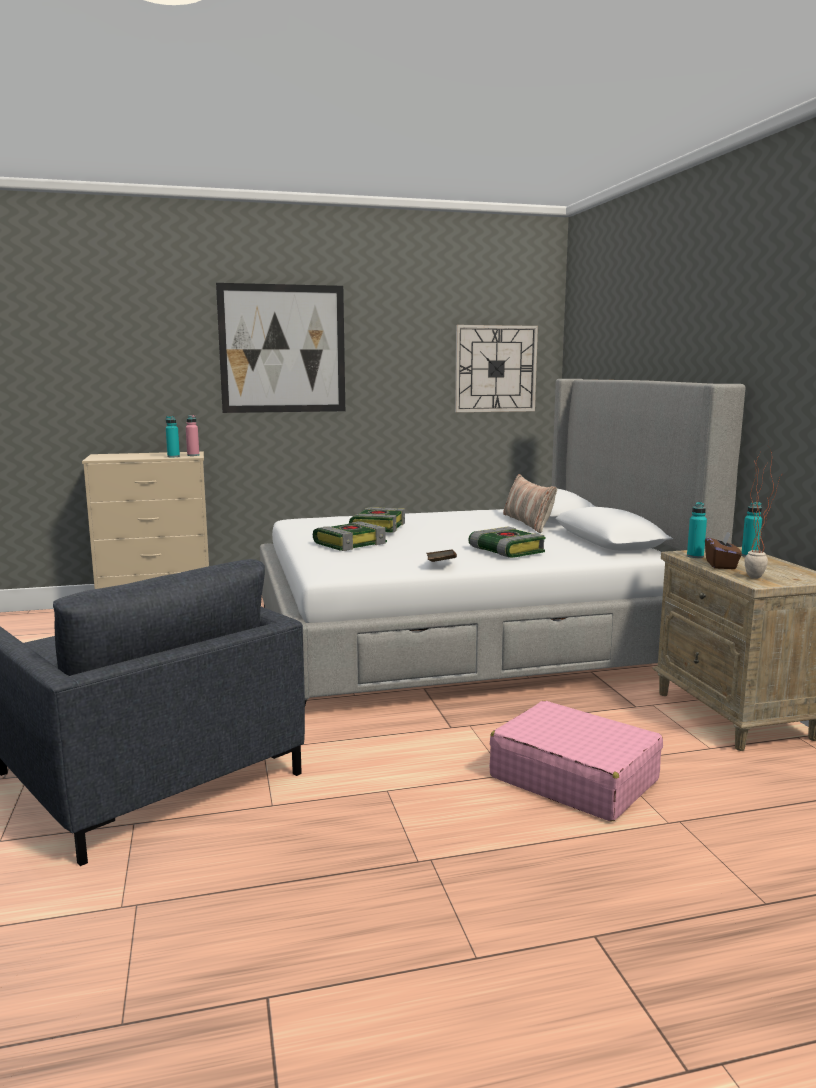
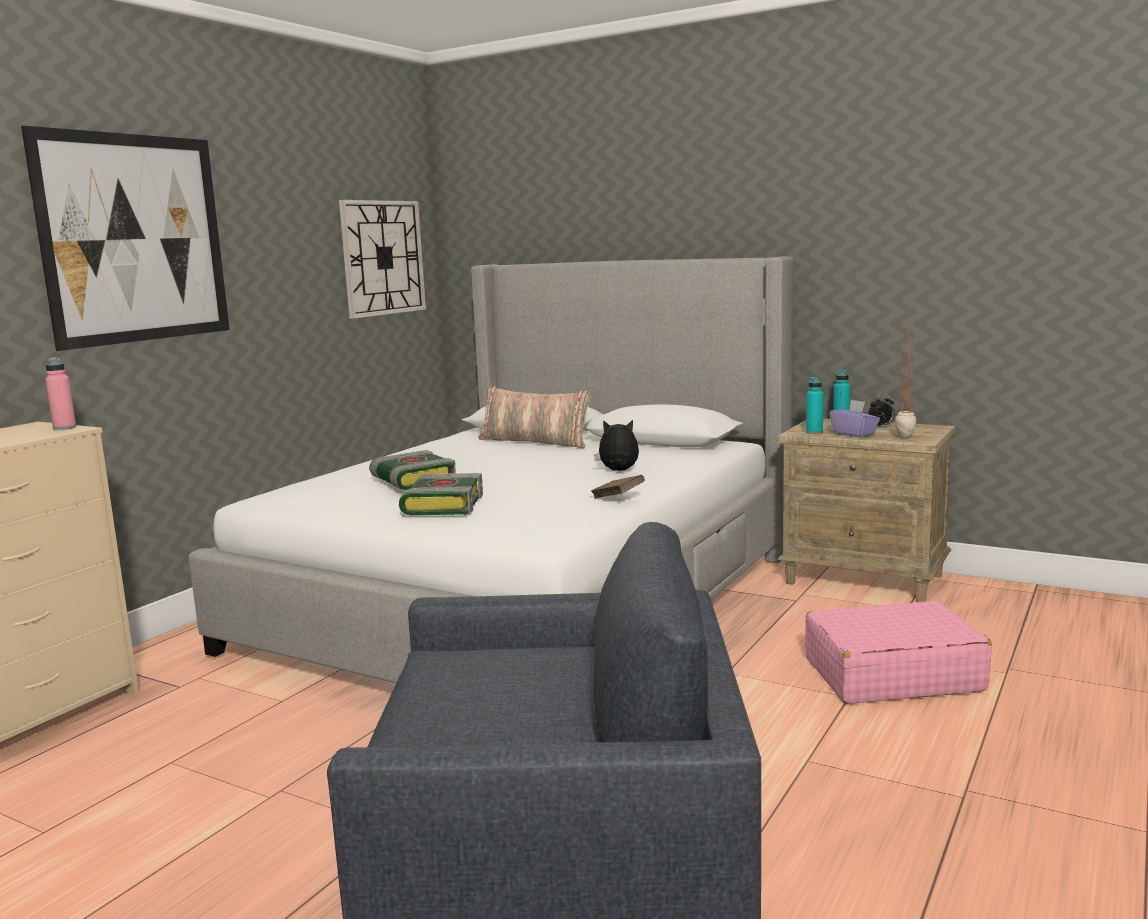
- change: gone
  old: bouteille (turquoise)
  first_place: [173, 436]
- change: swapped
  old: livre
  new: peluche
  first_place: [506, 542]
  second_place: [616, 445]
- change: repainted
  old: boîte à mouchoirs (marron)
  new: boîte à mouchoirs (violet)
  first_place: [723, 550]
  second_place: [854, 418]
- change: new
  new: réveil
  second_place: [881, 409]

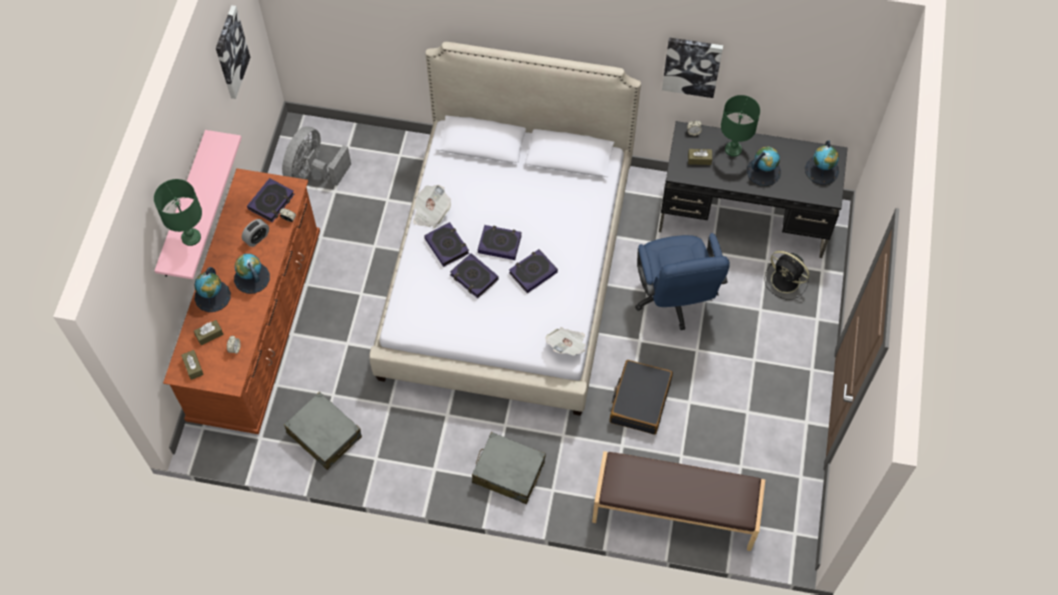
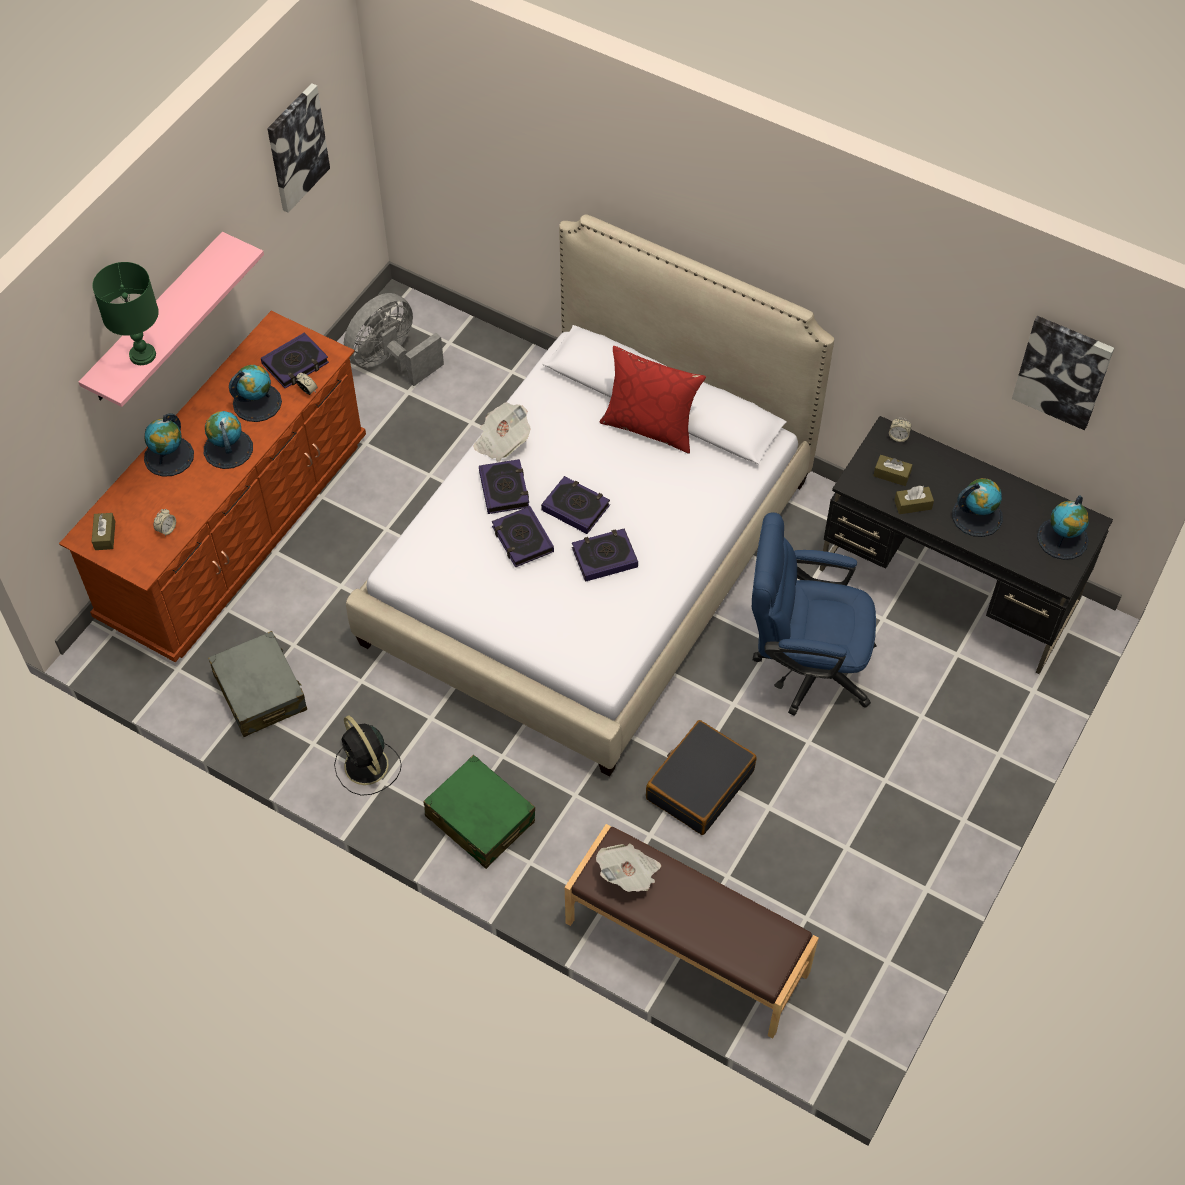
- change: shifted
  old: boîte à mouchoirs (marron)
  first_place: [208, 332]
  second_place: [914, 500]
- change: swapped
  old: réveil
  new: globe
  first_place: [255, 233]
  second_place: [255, 393]
- change: repainted
  old: valise (gris)
  new: valise (vert)
  first_place: [509, 468]
  second_place: [479, 812]
- change: shifted
  old: journal
  first_place: [566, 341]
  second_place: [628, 868]
- change: rotated
  old: chaise de bureau (bleu)
  first_place: [682, 281]
  second_place: [814, 614]
  degrees: 90
- change: shifted
  old: tableau
  first_place: [692, 67]
  second_place: [1063, 373]
- change: gone
  old: lampe de table (vert)
  first_place: [740, 126]
- change: shifted
  old: ventilateur (noir)
  first_place: [787, 275]
  second_place: [368, 756]
- change: new
  new: coussin (rouge)
  second_place: [653, 400]

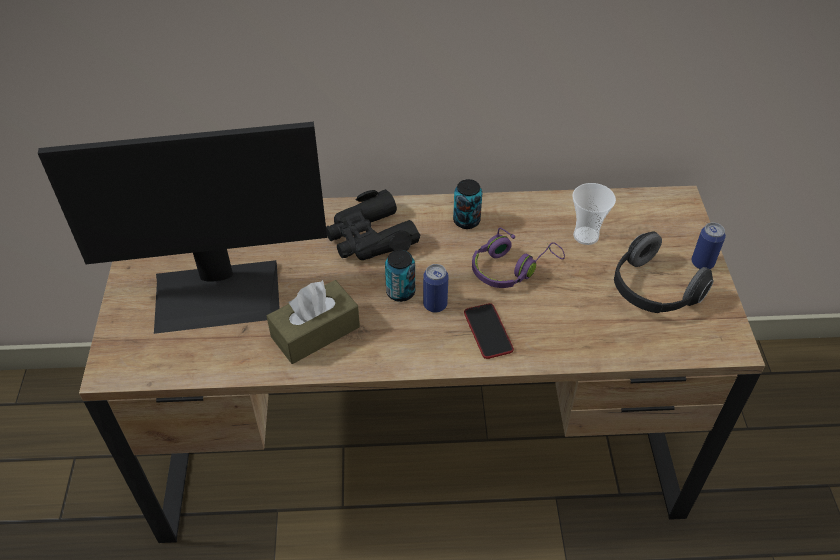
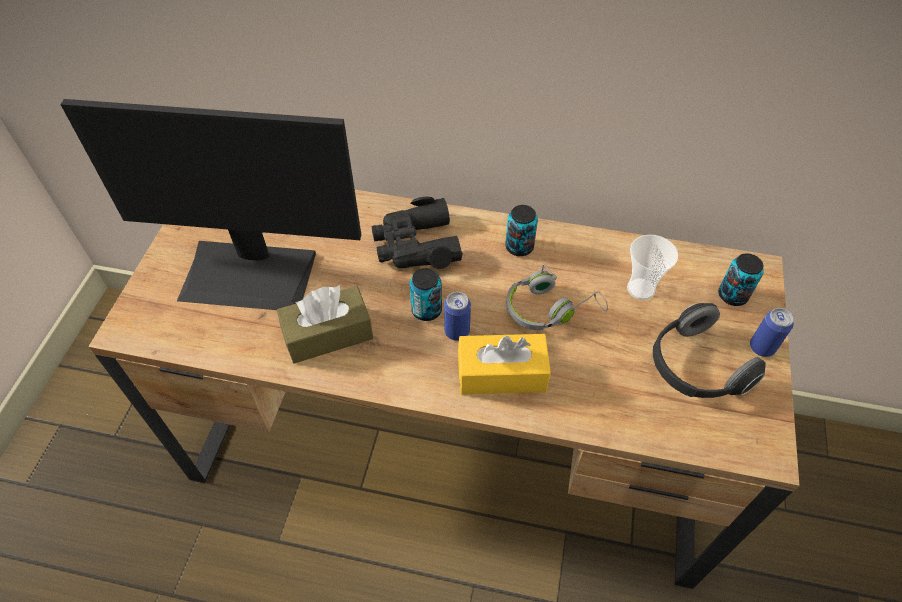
- change: swapped
  old: téléphone
  new: boîte à mouchoirs (jaune)
  first_place: [489, 331]
  second_place: [504, 364]
- change: repainted
  old: casque audio (violet)
  new: casque audio (gris)
  first_place: [518, 258]
  second_place: [557, 297]
- change: new
  new: boîte métallique
  second_place: [741, 279]

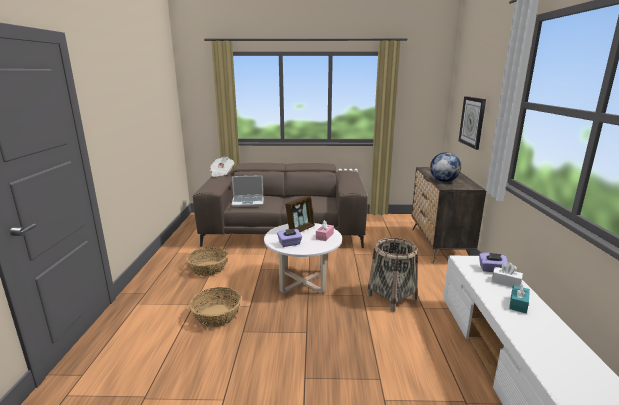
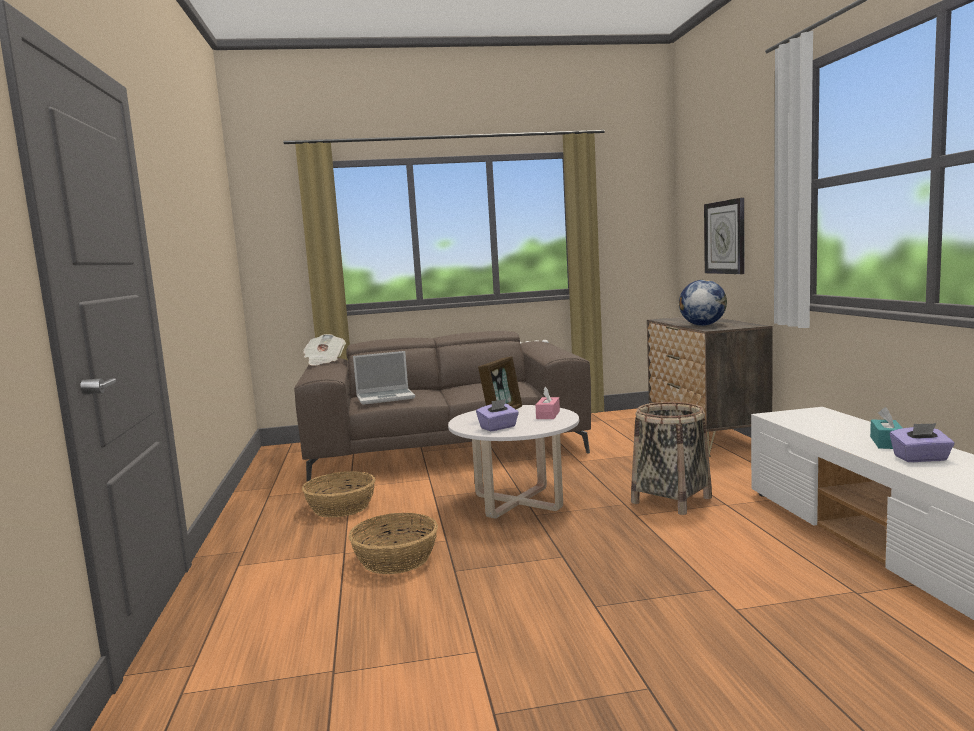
- change: shifted
  old: boîte à mouchoirs (violet)
  first_place: [493, 262]
  second_place: [922, 442]
- change: gone
  old: boîte à mouchoirs (blanc)
  first_place: [507, 274]

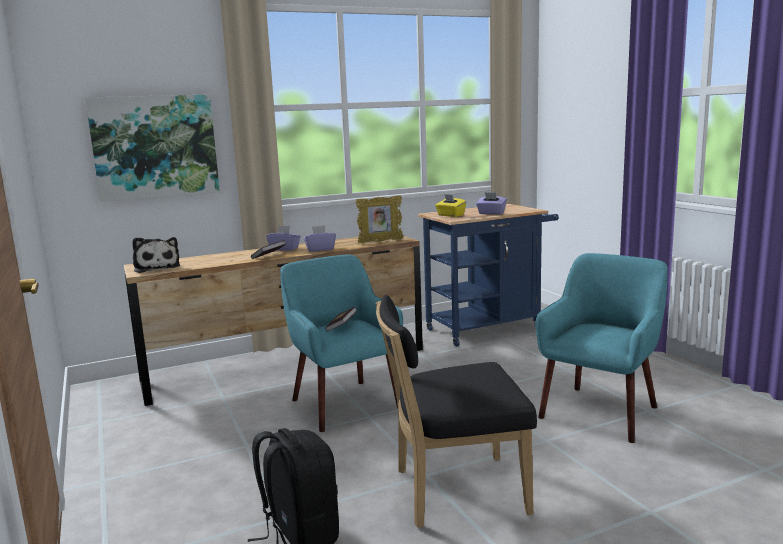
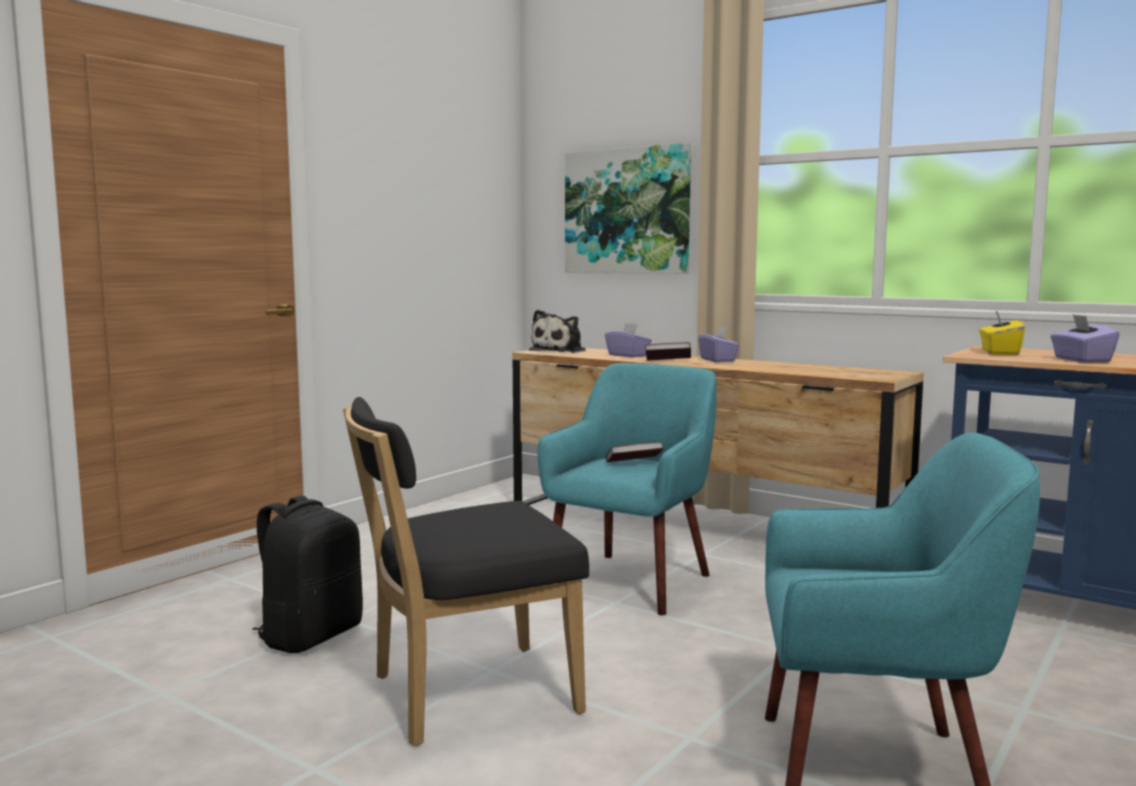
- change: shifted
  old: boîte à mouchoirs (violet)
  first_place: [319, 238]
  second_place: [628, 340]
- change: gone
  old: cadre photo
  first_place: [379, 219]
- change: rotated
  old: chaise (noir)
  first_place: [456, 411]
  second_place: [466, 572]
  degrees: -75

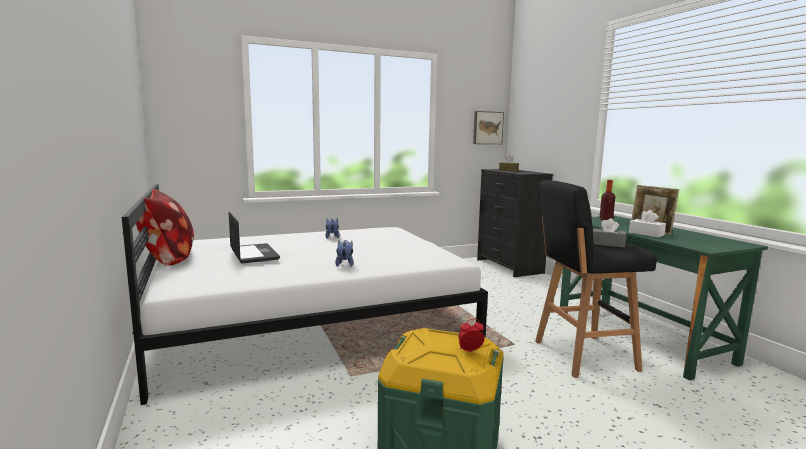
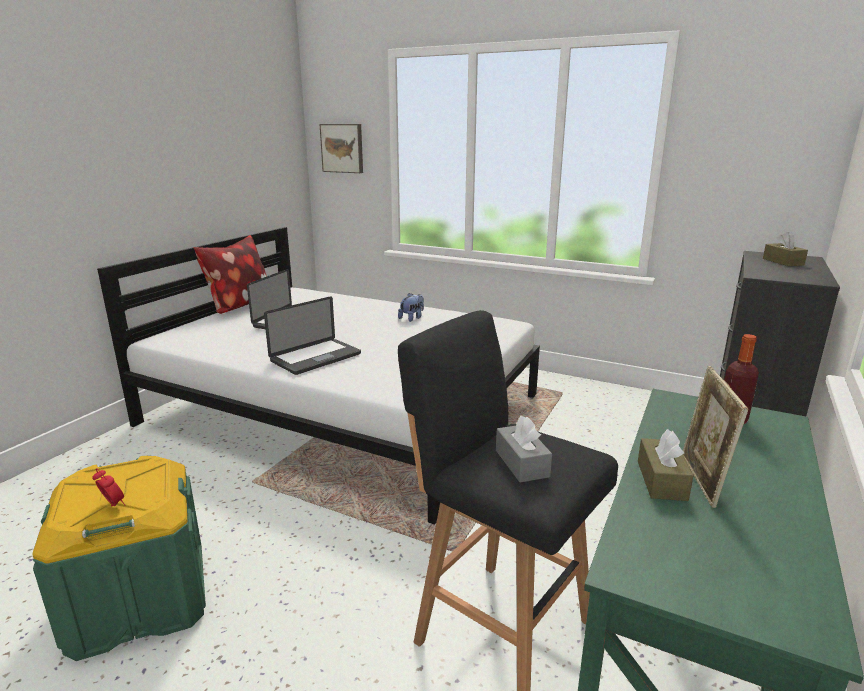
- change: swapped
  old: peluche
  new: ordinateur portable
  first_place: [344, 253]
  second_place: [312, 335]
- change: shifted
  old: tableau
  first_place: [488, 127]
  second_place: [341, 148]
- change: repainted
  old: boîte à mouchoirs (blanc)
  new: boîte à mouchoirs (marron)
  first_place: [647, 224]
  second_place: [665, 465]

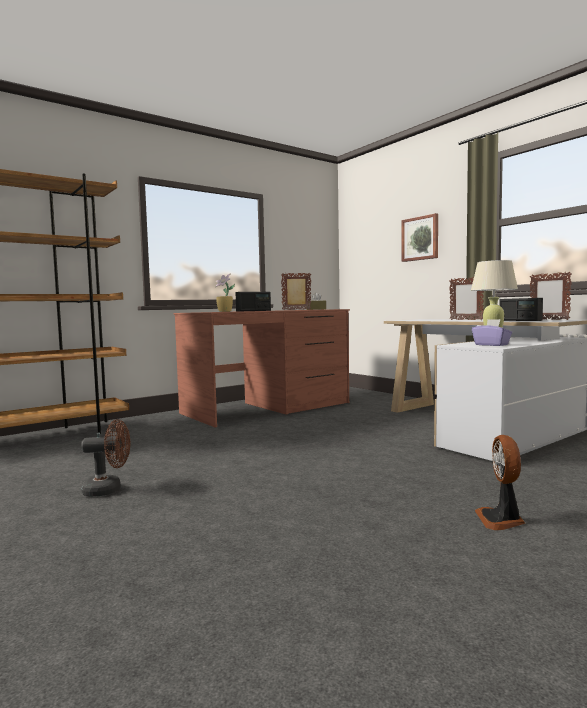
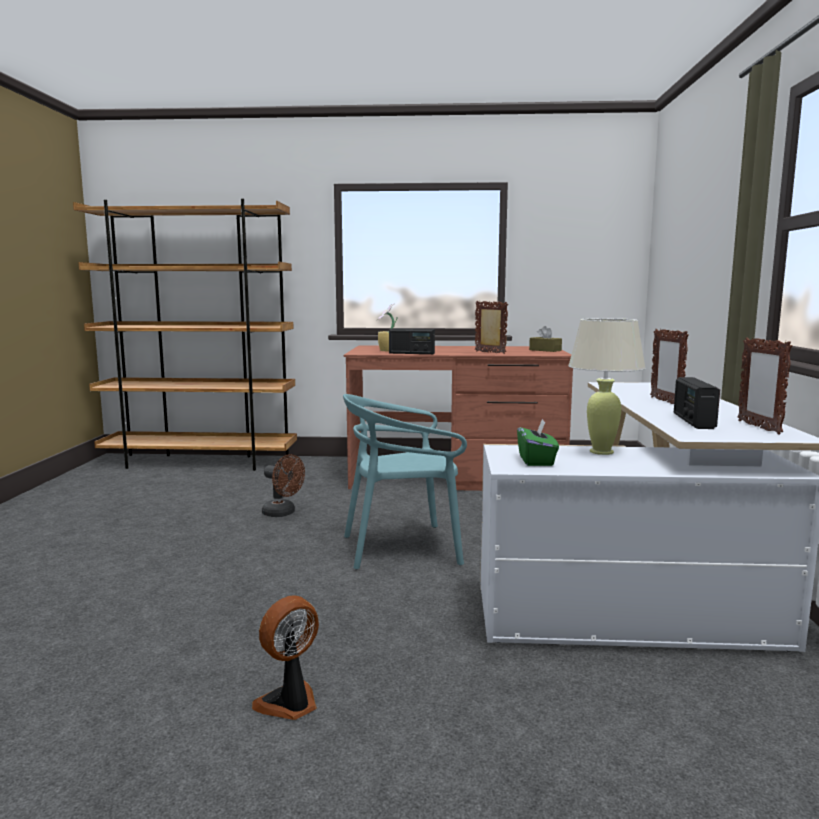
- change: shifted
  old: ventilateur (marron)
  first_place: [105, 458]
  second_place: [283, 485]
- change: gone
  old: tableau
  first_place: [419, 237]
- change: repainted
  old: boîte à mouchoirs (violet)
  new: boîte à mouchoirs (vert)
  first_place: [492, 332]
  second_place: [538, 442]
- change: new
  new: chaise (turquoise)
  second_place: [405, 481]

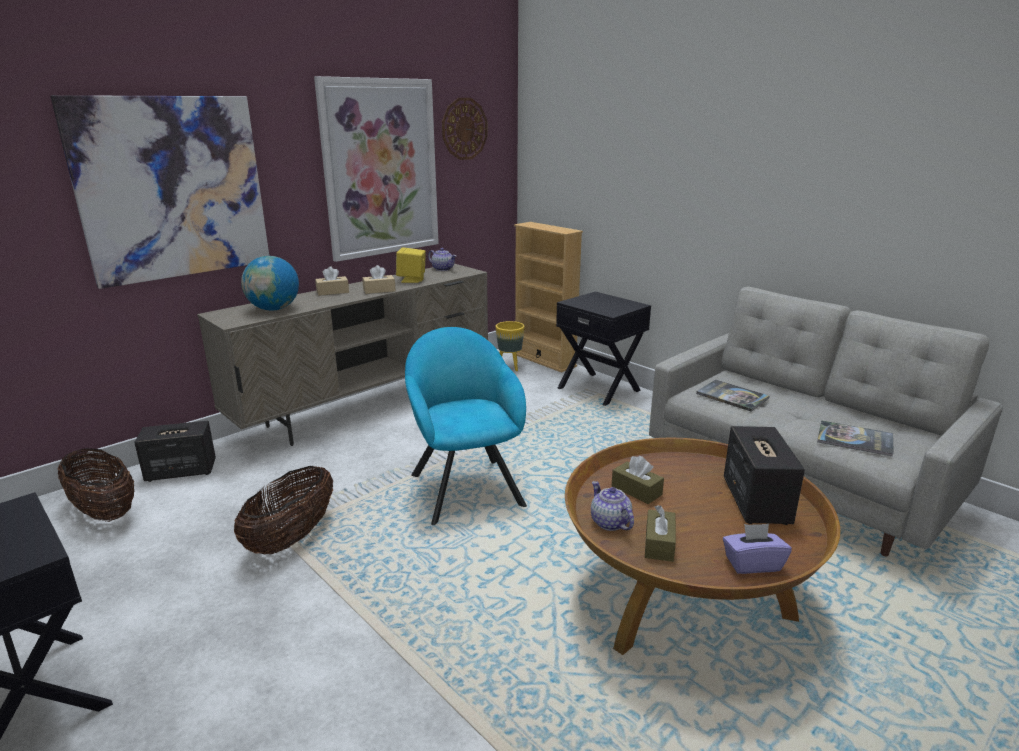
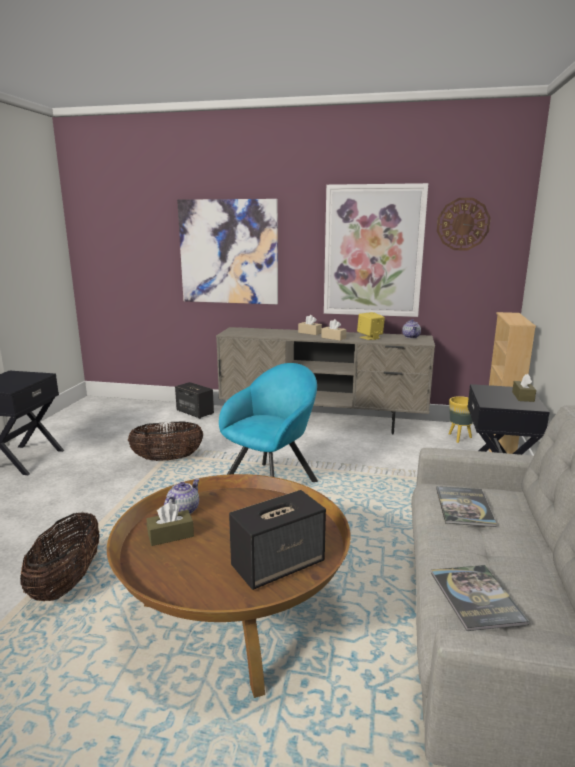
- change: shifted
  old: panier
  first_place: [96, 485]
  second_place: [60, 556]
- change: gone
  old: globe
  first_place: [270, 283]
- change: shifted
  old: boîte à mouchoirs (marron)
  first_place: [638, 480]
  second_place: [524, 388]
- change: gone
  old: boîte à mouchoirs (violet)
  first_place: [757, 549]

